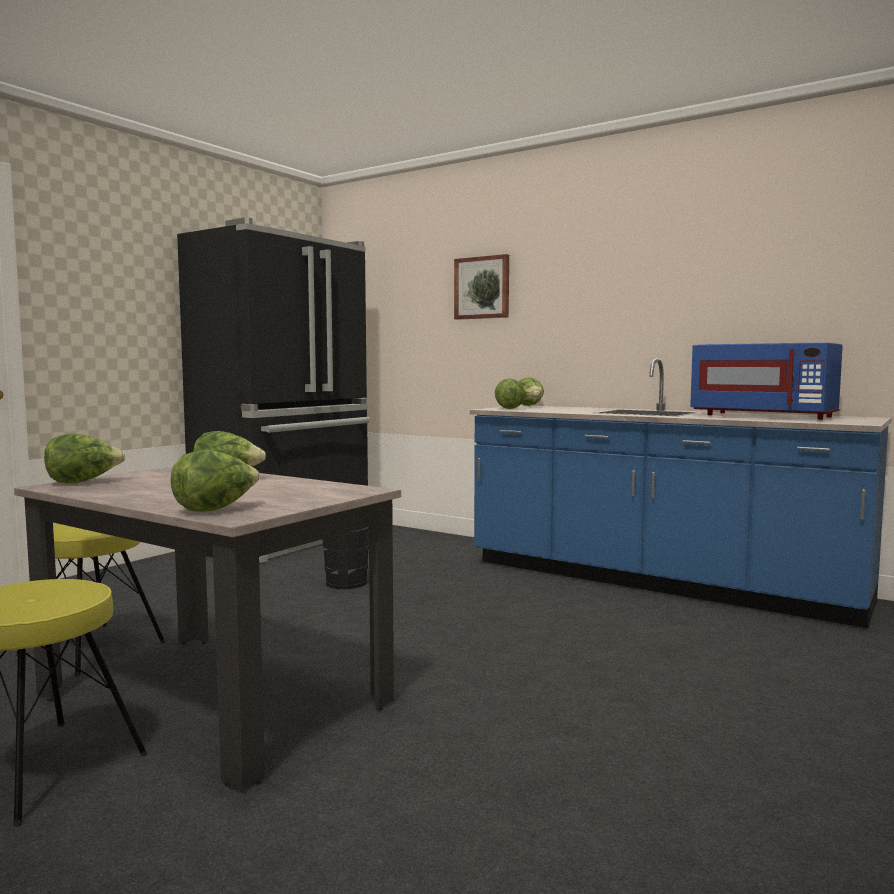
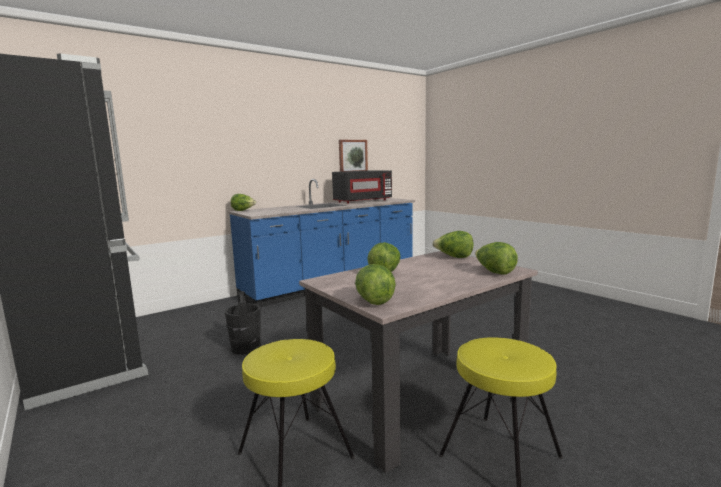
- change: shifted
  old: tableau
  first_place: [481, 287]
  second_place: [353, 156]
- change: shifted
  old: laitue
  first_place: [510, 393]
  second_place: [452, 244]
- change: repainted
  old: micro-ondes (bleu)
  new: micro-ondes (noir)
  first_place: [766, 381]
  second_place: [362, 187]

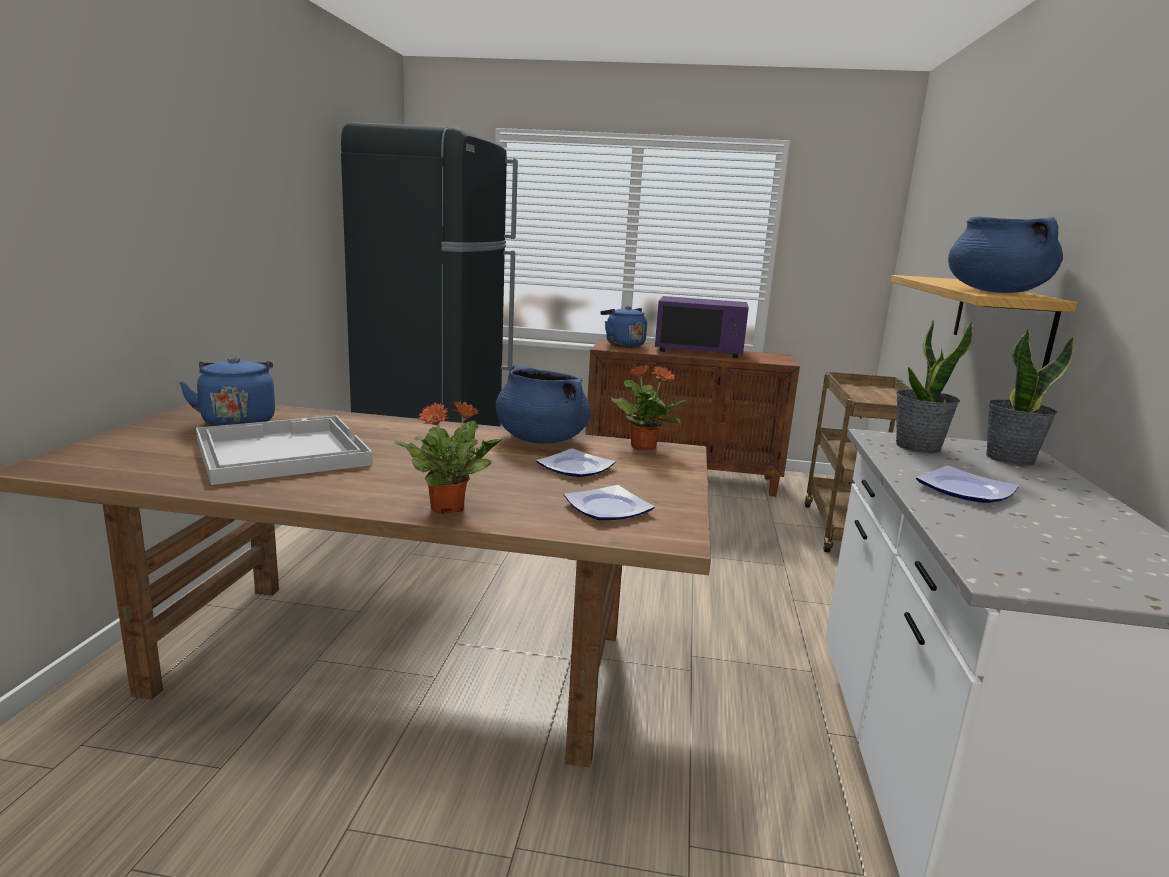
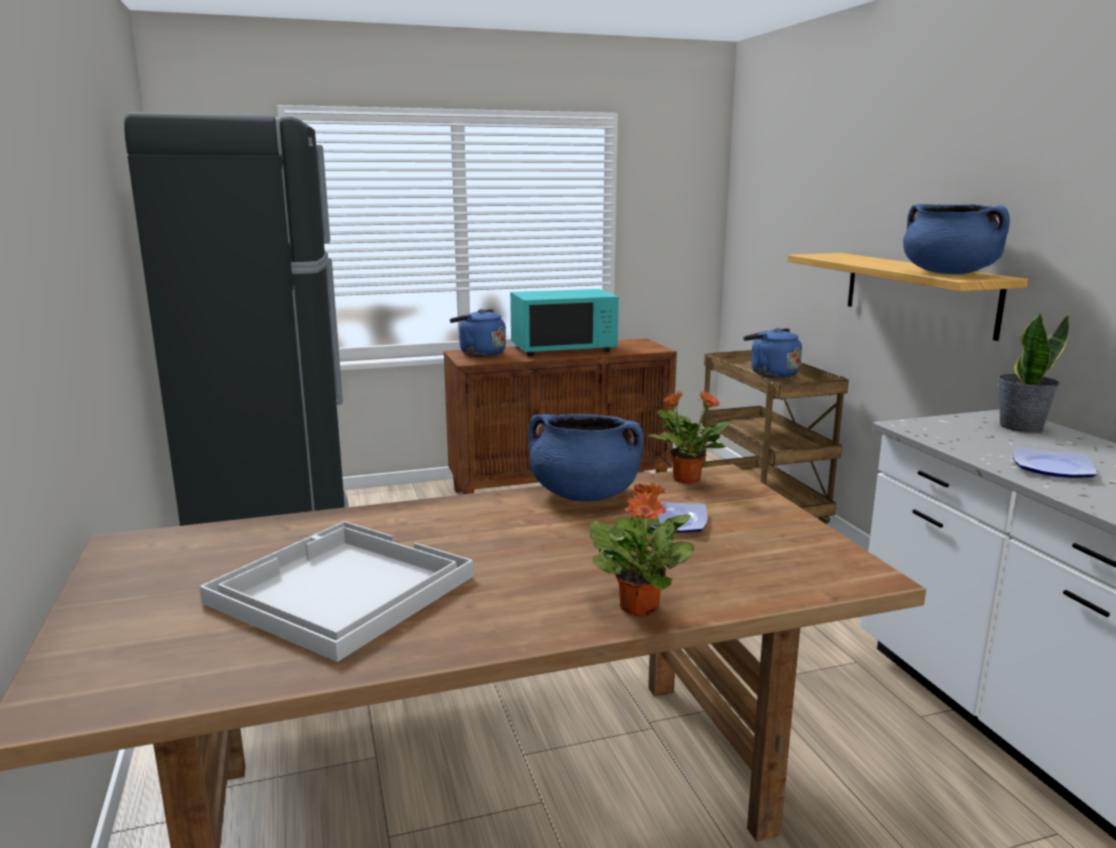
- change: shifted
  old: bouilloire (bleu)
  first_place: [227, 391]
  second_place: [772, 353]
- change: gone
  old: assiette
  first_place: [609, 502]
- change: repainted
  old: micro-ondes (violet)
  new: micro-ondes (turquoise)
  first_place: [702, 327]
  second_place: [564, 322]
- change: gone
  old: plante en pot
  first_place: [935, 386]

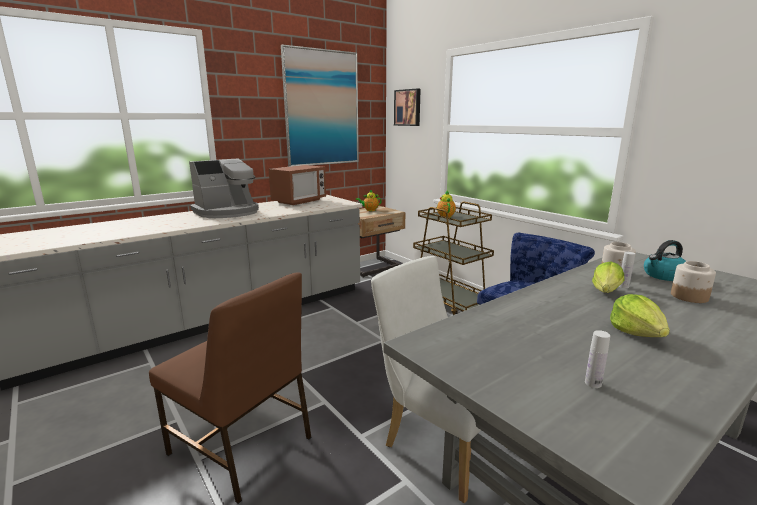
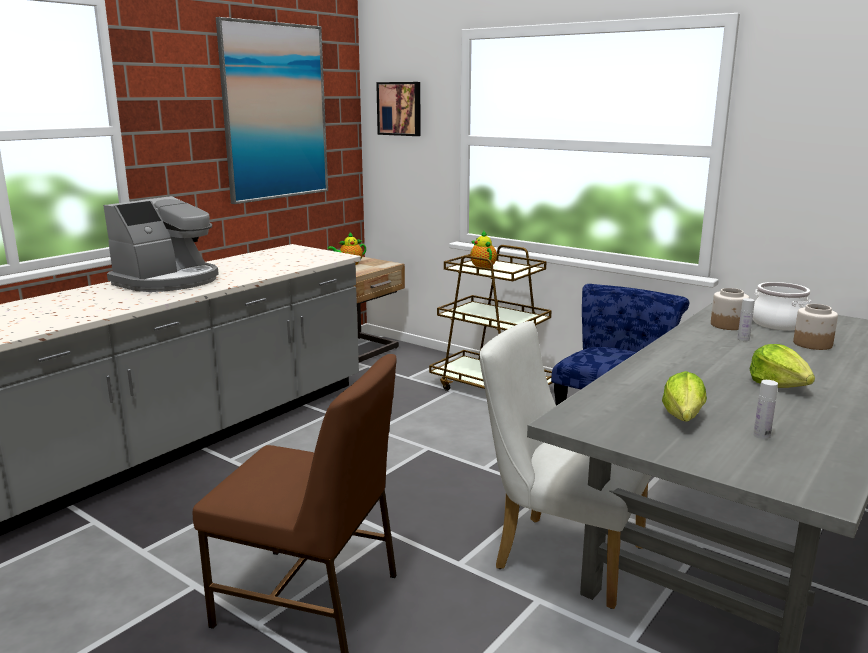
- change: gone
  old: micro-ondes
  first_place: [297, 185]
- change: shifted
  old: laitue
  first_place: [608, 277]
  second_place: [684, 396]
- change: swapped
  old: bouilloire
  new: marmite
  first_place: [665, 260]
  second_place: [782, 306]

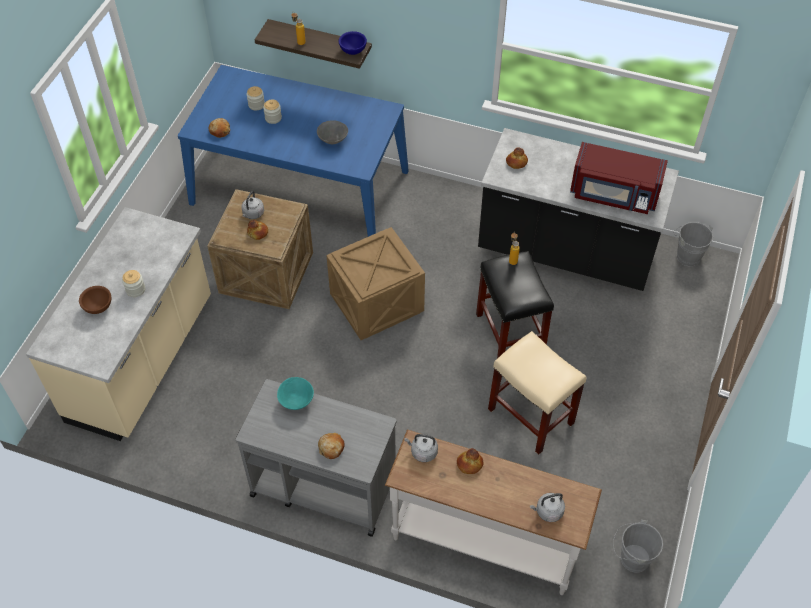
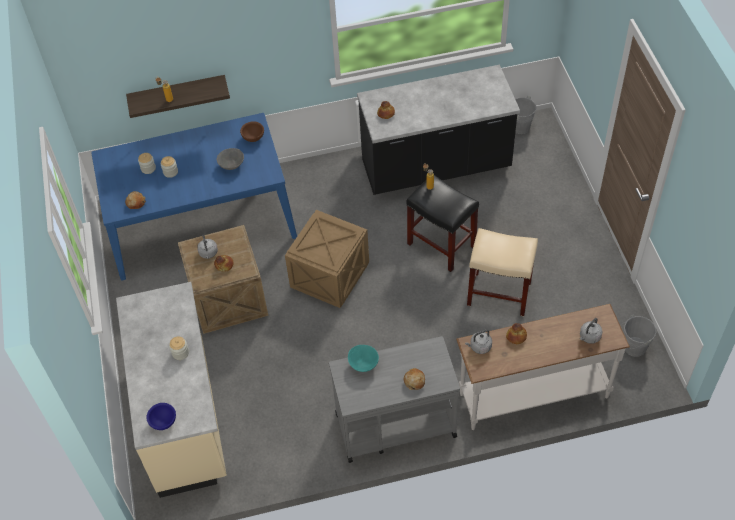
- change: shifted
  old: bol (marron)
  first_place: [95, 300]
  second_place: [252, 131]
- change: shifted
  old: bol (bleu)
  first_place: [353, 43]
  second_place: [161, 416]
- change: gone
  old: micro-ondes (rouge)
  first_place: [619, 178]

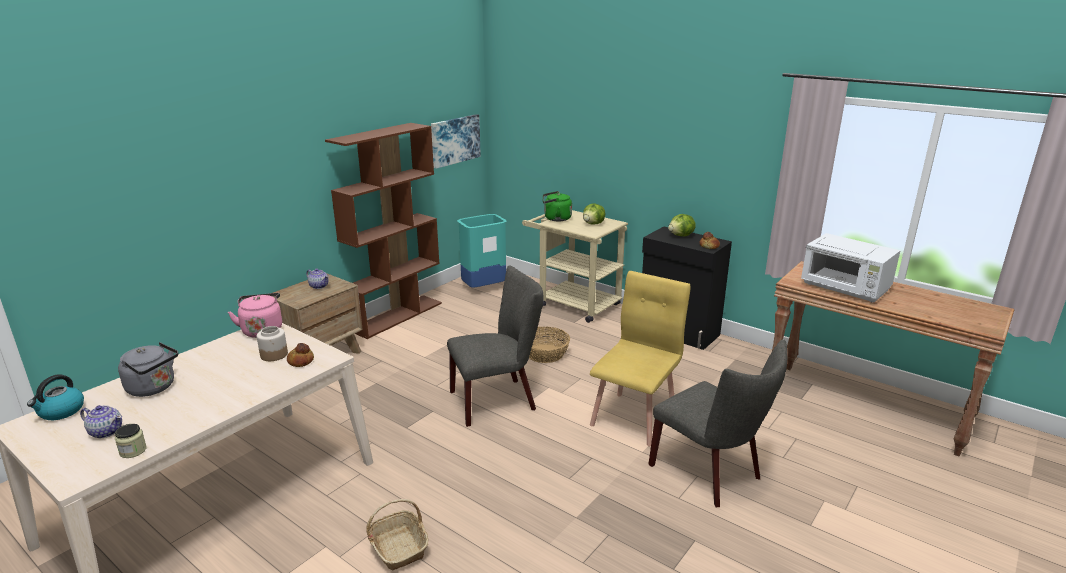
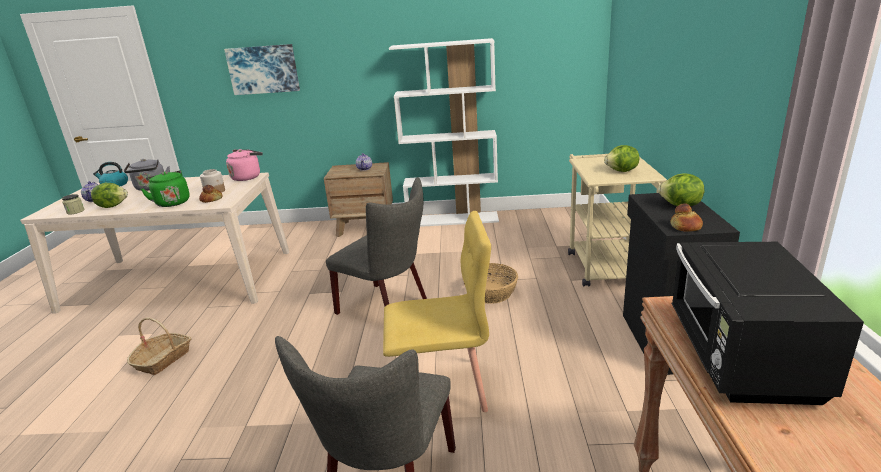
- change: repainted
  old: bibliothèque (marron)
  new: bibliothèque (blanc)
  first_place: [383, 231]
  second_place: [444, 132]
- change: shifted
  old: tableau
  first_place: [456, 141]
  second_place: [262, 69]
- change: gone
  old: poubelle (turquoise)
  first_place: [482, 251]
- change: shifted
  old: bouilloire (vert)
  first_place: [557, 206]
  second_place: [165, 188]
- change: repainted
  old: micro-ondes (blanc)
  new: micro-ondes (noir)
  first_place: [851, 267]
  second_place: [767, 323]
- change: new
  new: laitue
  second_place: [109, 195]

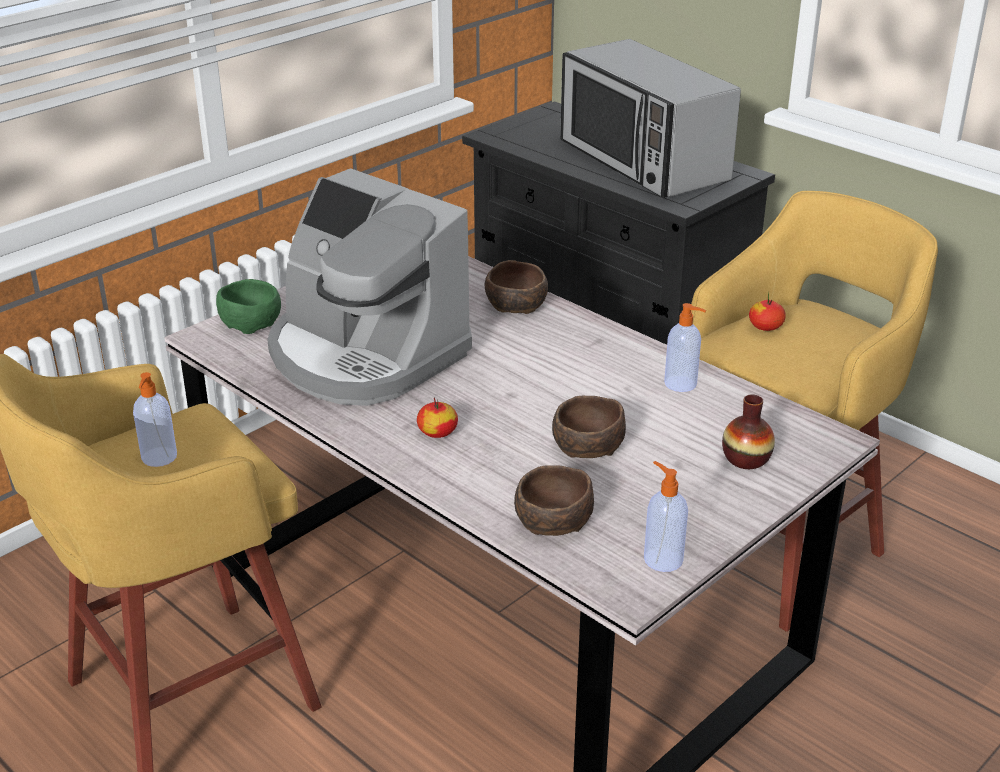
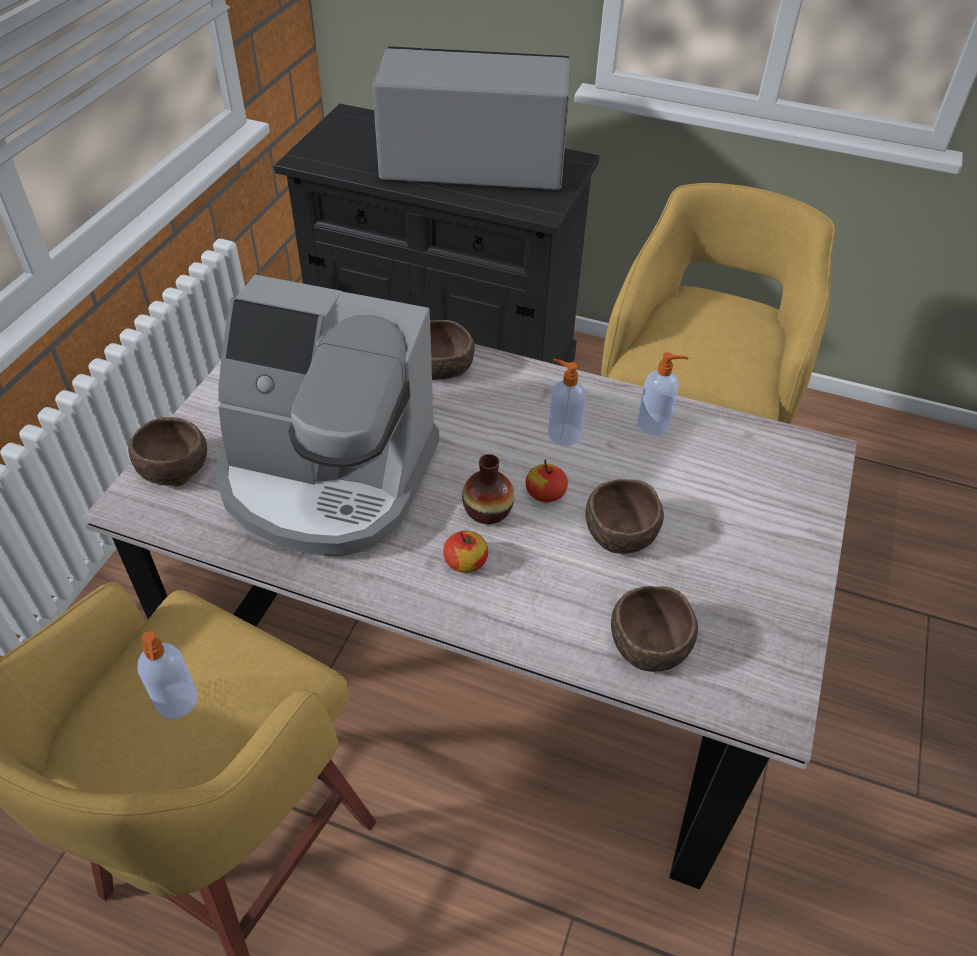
- change: repainted
  old: bol (vert)
  new: bol (marron)
  first_place: [248, 306]
  second_place: [167, 451]
- change: rotated
  old: micro-ondes
  first_place: [650, 118]
  second_place: [471, 118]
  degrees: 150
- change: shifted
  old: distributeur de savon
  first_place: [666, 516]
  second_place: [567, 402]
- change: shifted
  old: vase
  first_place: [748, 431]
  second_place: [488, 489]
- change: shifted
  old: pomme
  first_place: [767, 311]
  second_place: [547, 480]

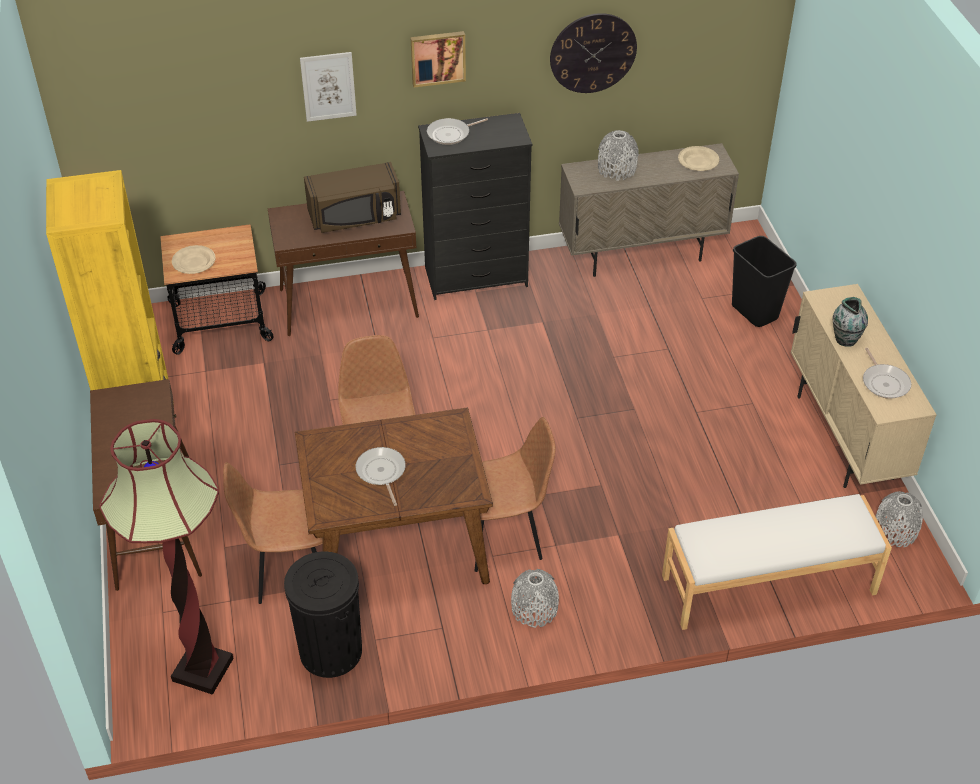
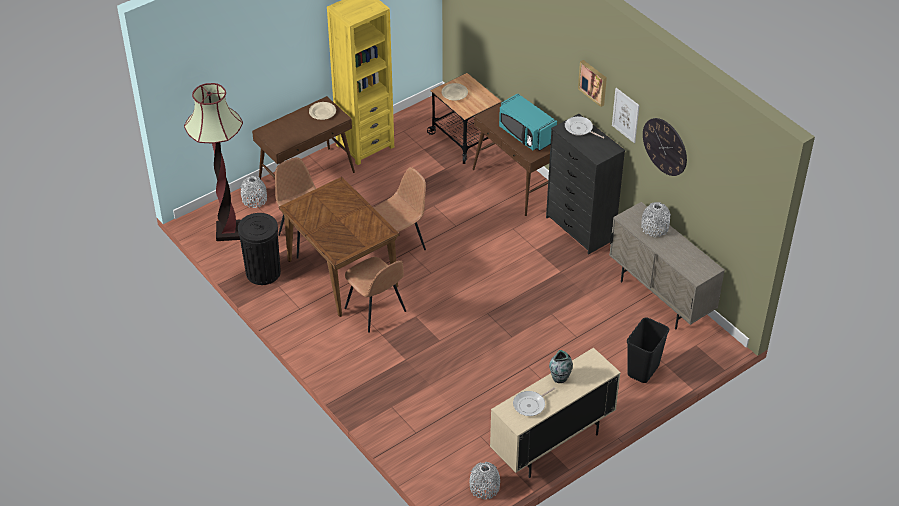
- change: shifted
  old: tableau
  first_place: [328, 87]
  second_place: [625, 115]
- change: repainted
  old: micro-ondes (marron)
  new: micro-ondes (turquoise)
  first_place: [352, 197]
  second_place: [528, 122]
- change: gone
  old: poêle
  first_place: [381, 476]
- change: shifted
  old: vase (gris)
  first_place: [535, 598]
  second_place: [253, 192]
- change: gone
  old: banc (blanc)
  first_place: [777, 562]
- change: shifted
  old: assiette (beige)
  first_place: [698, 158]
  second_place: [322, 111]

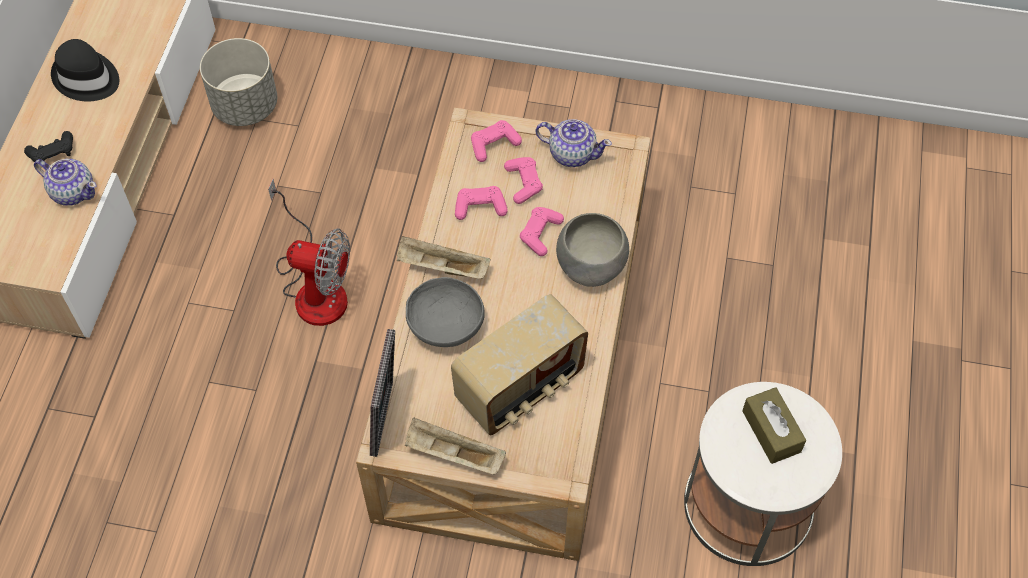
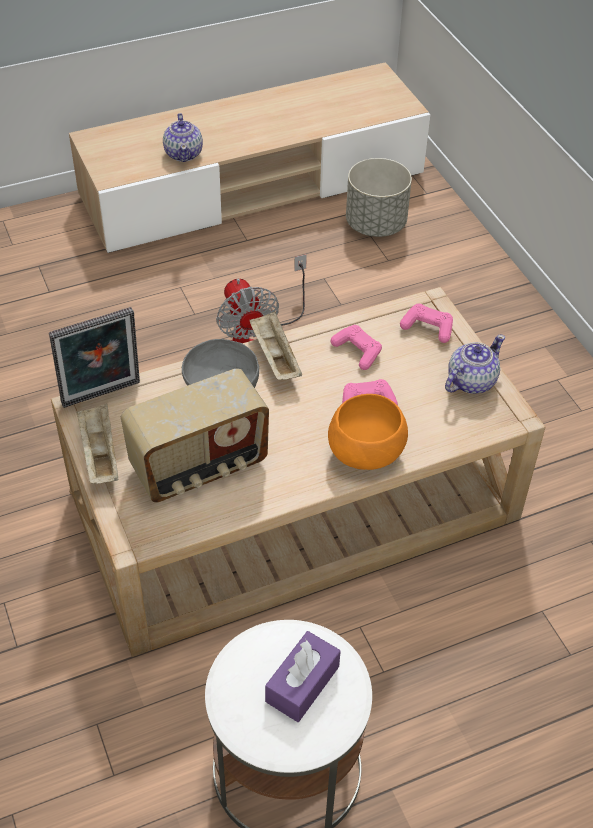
- change: gone
  old: manette (noir)
  first_place: [48, 146]
- change: gone
  old: chapeau (noir)
  first_place: [85, 70]
- change: rotated
  old: radio
  first_place: [519, 364]
  second_place: [195, 436]
  degrees: -45
- change: gone
  old: manette (rose)
  first_place: [523, 180]
- change: rotated
  old: théière
  first_place: [574, 143]
  second_place: [475, 364]
  degrees: -120
- change: repainted
  old: bol (gris)
  new: bol (orange)
  first_place: [592, 250]
  second_place: [368, 432]
- change: repainted
  old: boîte à mouchoirs (marron)
  new: boîte à mouchoirs (violet)
  first_place: [774, 425]
  second_place: [303, 676]

